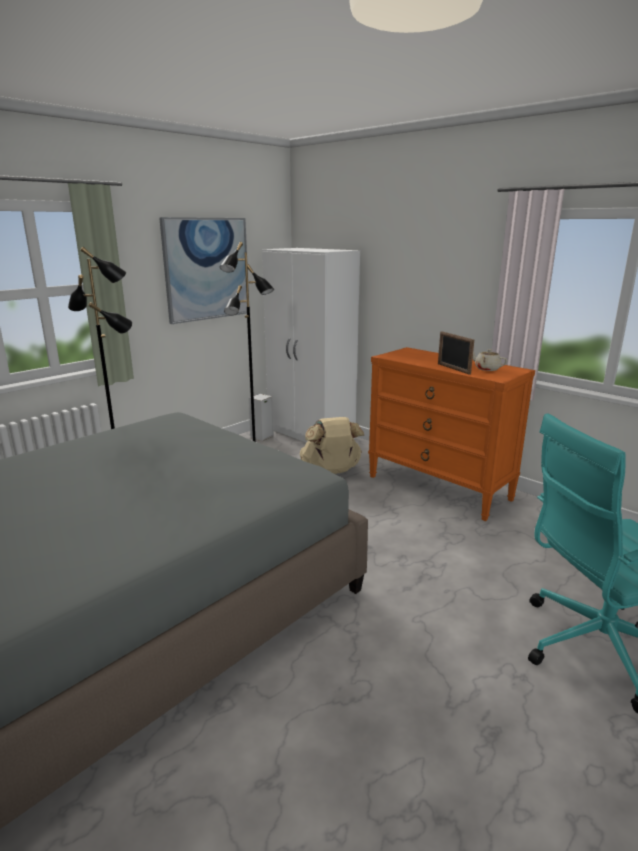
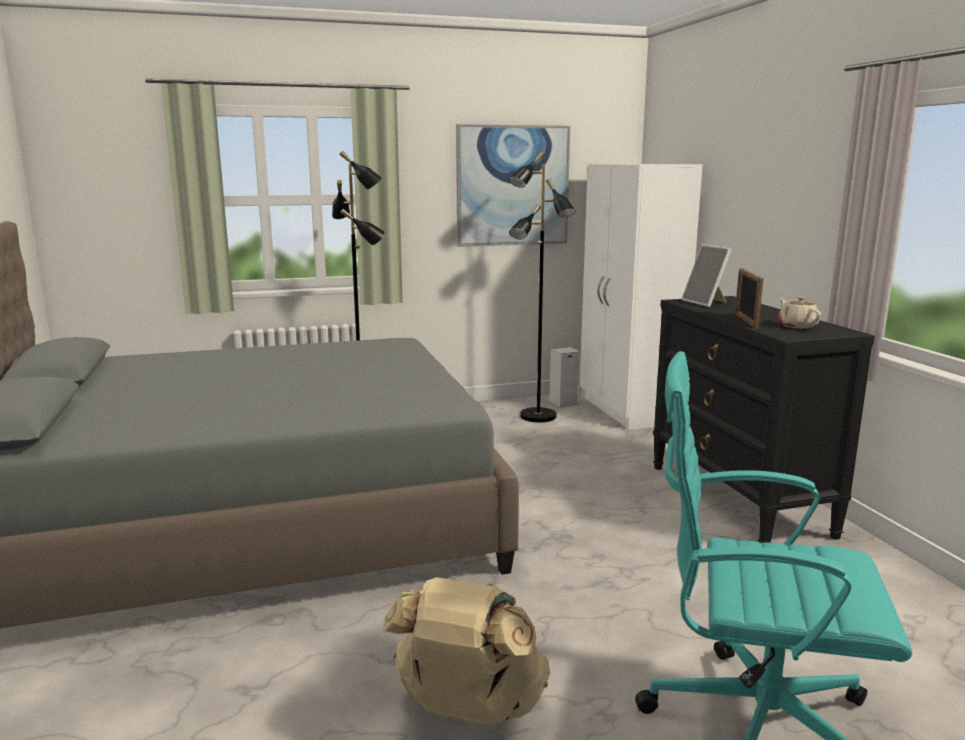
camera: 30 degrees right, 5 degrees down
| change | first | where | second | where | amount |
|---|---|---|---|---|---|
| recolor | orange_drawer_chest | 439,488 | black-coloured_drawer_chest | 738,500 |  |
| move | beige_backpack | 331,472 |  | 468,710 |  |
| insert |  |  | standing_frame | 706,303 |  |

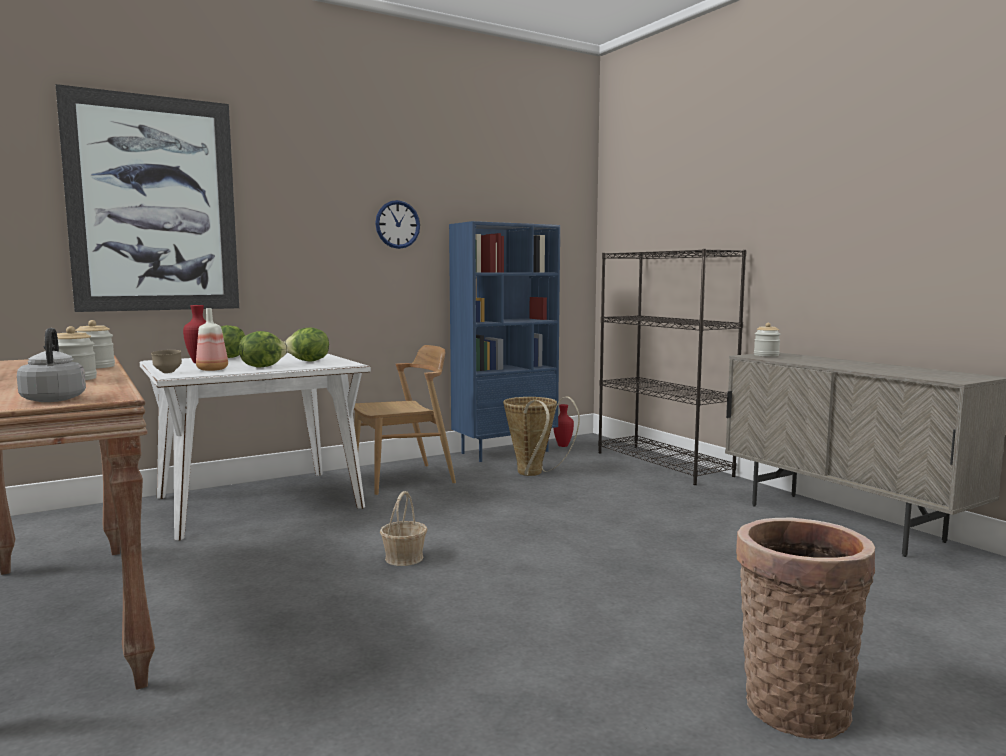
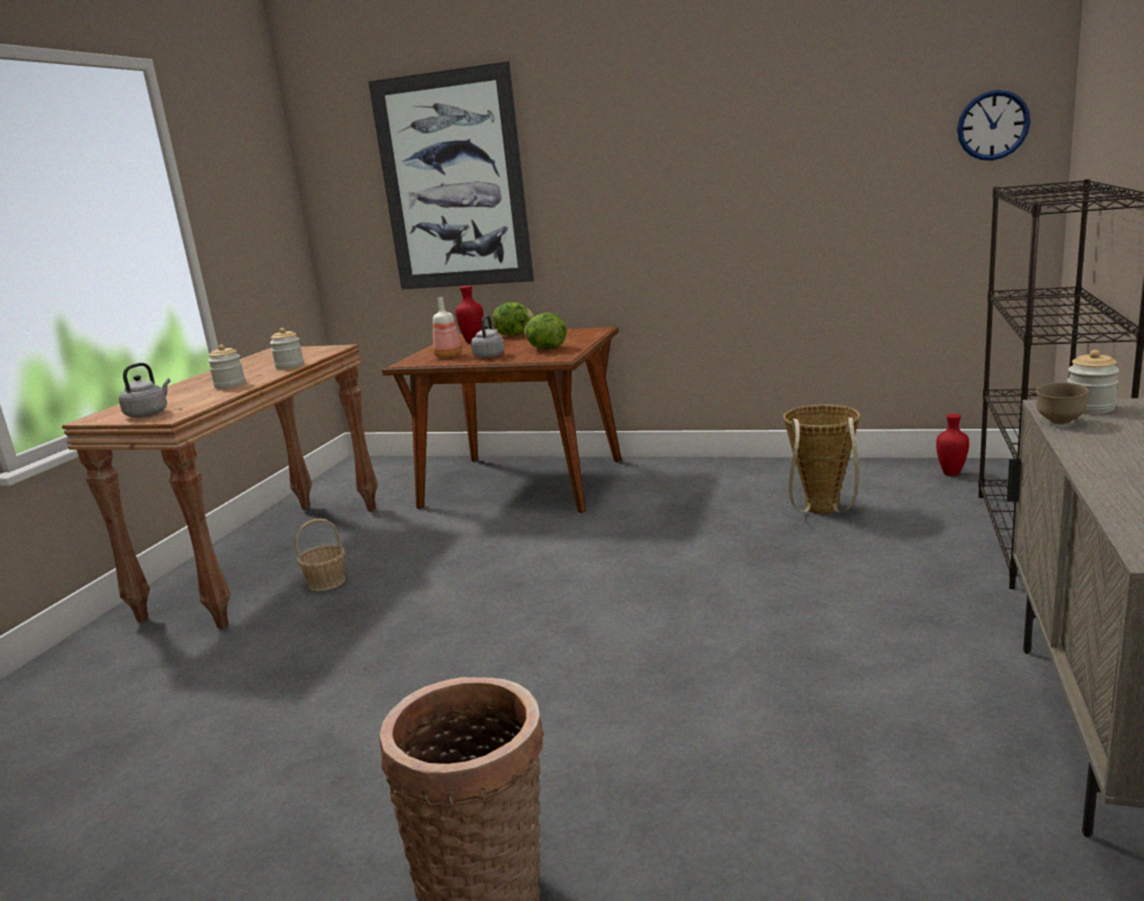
camera: 50 degrees right, 10 degrees up
| change | first | where | second | where | amount |
|---|---|---|---|---|---|
| move | hanging_clock | 397,224 |  | 993,125 |  |
| delete | bluish_shelving_unit | 505,452 |  |  |  |
| replace | lettuce_head | 262,367 | gray_water_kettle | 489,355 |  |
| delete | brownish_plain_chair | 403,479 |  |  |  |
| move | brownish_bowl | 167,372 |  | 1059,422 |  |
| recolor | whitish_kitchen_table | 258,503 | brownish_kitchen_table | 522,483 |  |
| move | household_basket | 404,558 |  | 327,582 |  |

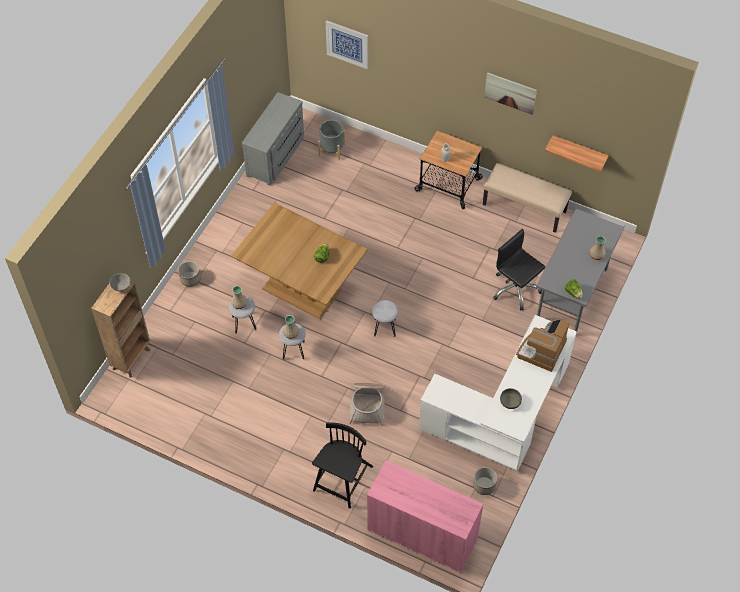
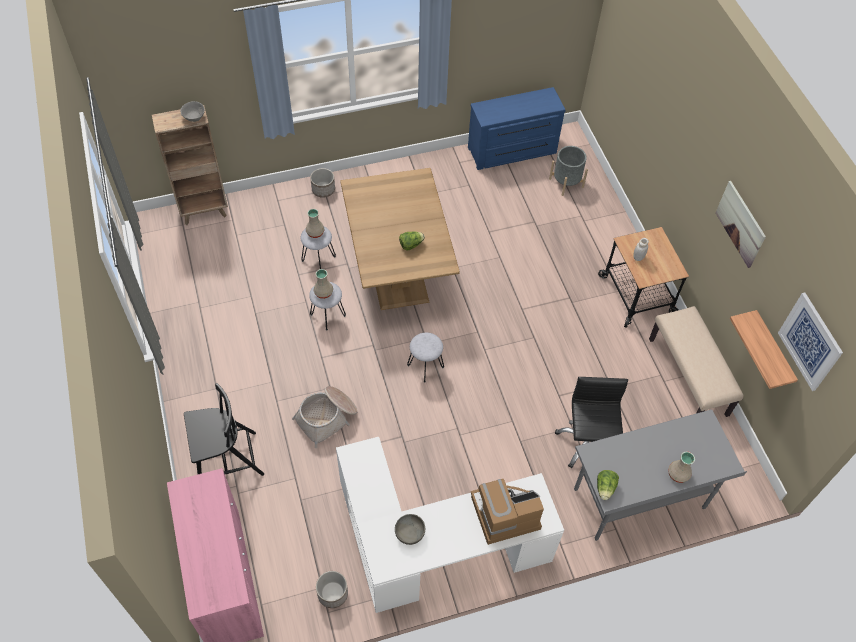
camera: 45 degrees right, 0 degrees up
| change | first | where | second | where | amount |
|---|---|---|---|---|---|
| move | wall_picture | 347,44 |  | 810,341 |  |
| recolor | gray_drawer_chest | 277,156 | bluish_drawer_chest | 513,152 |  |

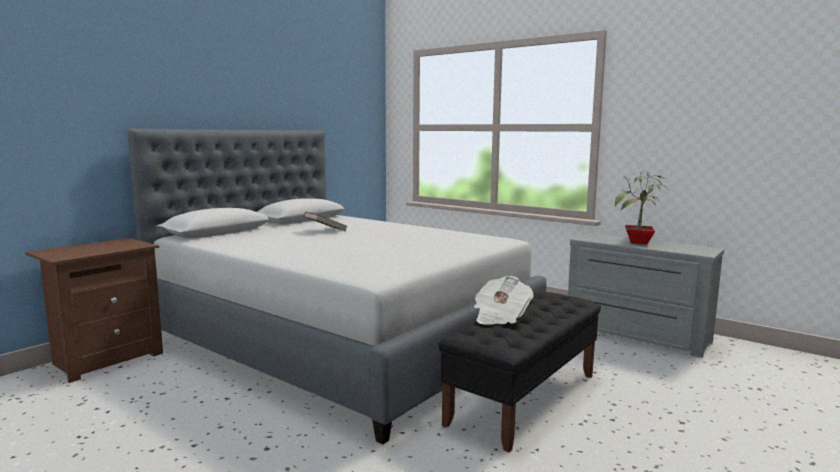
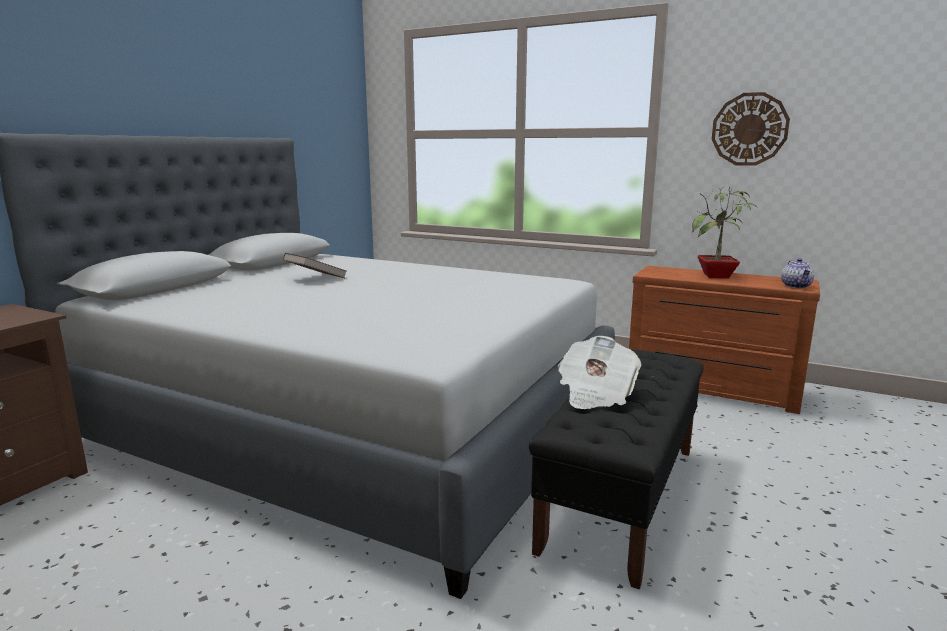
camera: 10 degrees left, 5 degrees up
| change | first | where | second | where | amount |
|---|---|---|---|---|---|
| recolor | gray_drawer_chest | 635,335 | brownish_drawer_chest | 711,389 |  |
| insert |  |  | hanging_clock | 749,129 |  |
| insert |  |  | tea_pot | 796,286 |  |

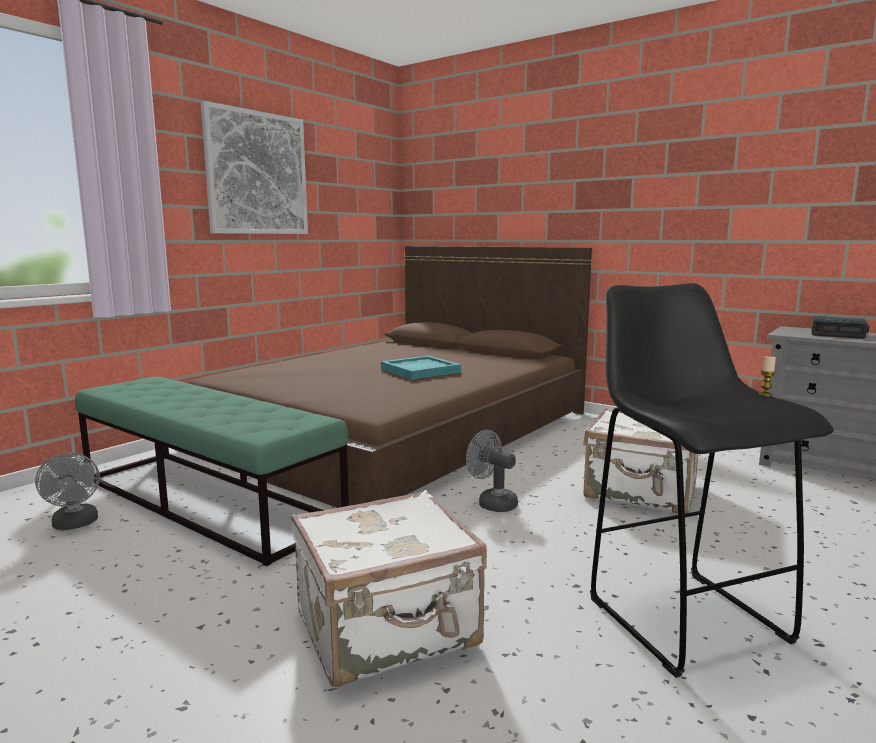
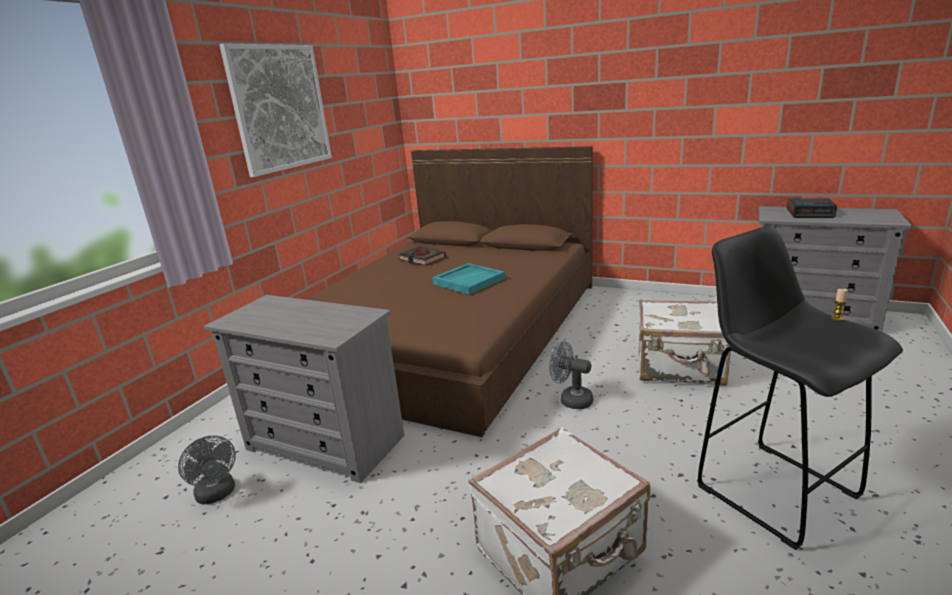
camera: 10 degrees left, 10 degrees up
| change | first | where | second | where | amount |
|---|---|---|---|---|---|
| replace | green_indoor_bench | 207,501 | gray_drawer_chest | 325,443 |  |
| insert |  |  | black-coloured_volume | 422,259 |  |

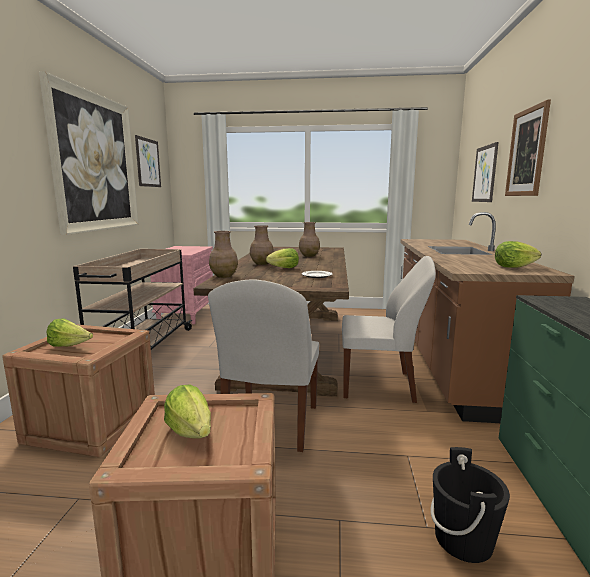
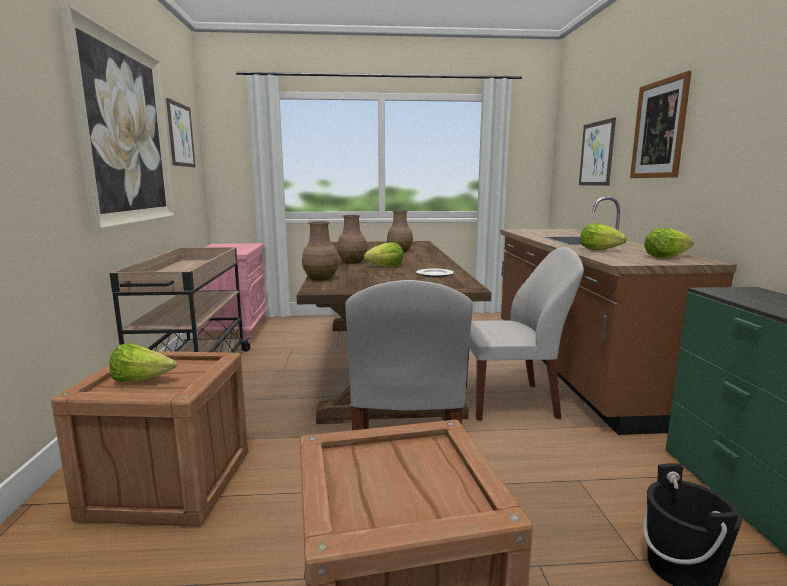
camera: 10 degrees left, 0 degrees up
| change | first | where | second | where | amount |
|---|---|---|---|---|---|
| move | lettuce_head | 191,431 |  | 599,250 |  |

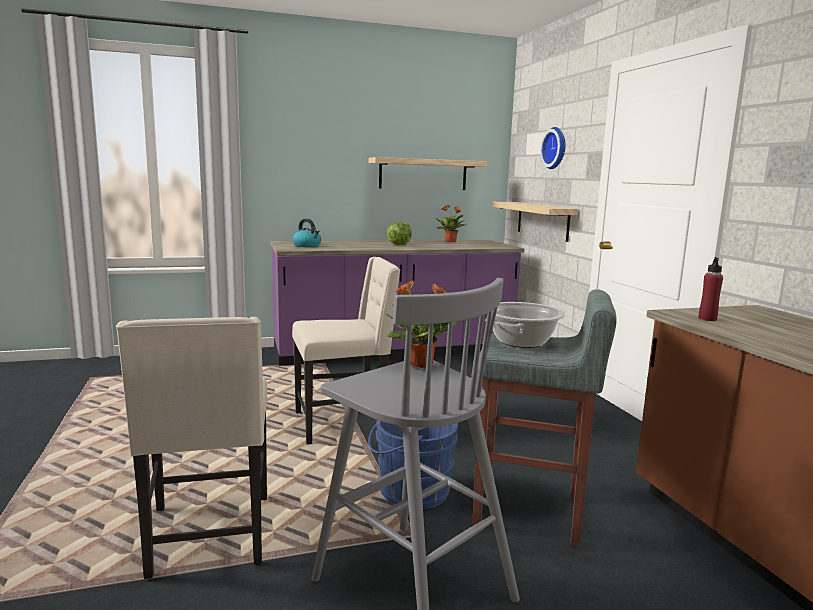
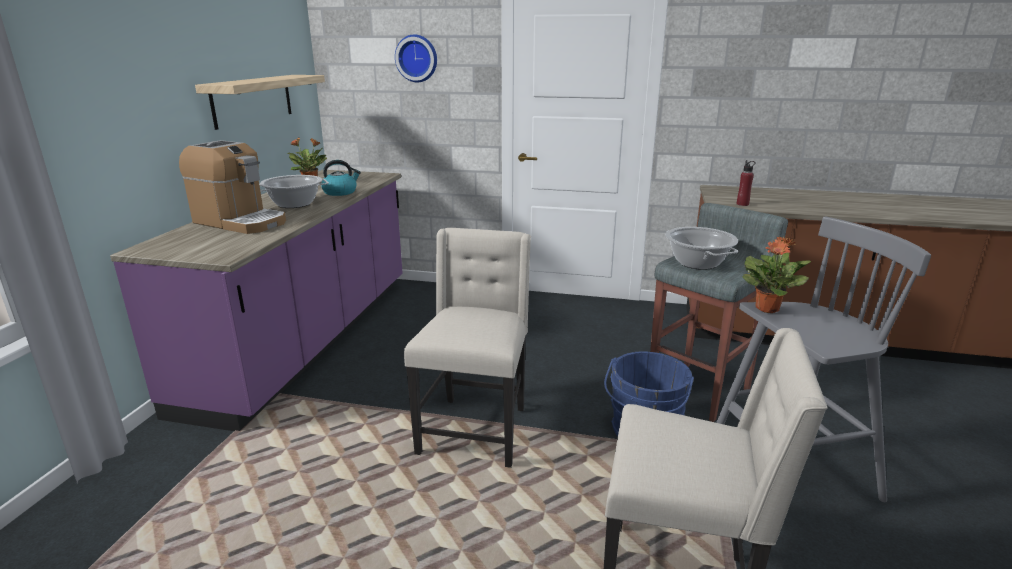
camera: 60 degrees left, 10 degrees up
| change | first | where | second | where | amount |
|---|---|---|---|---|---|
| delete | shelf | 542,220 |  |  |  |
| move | water_kettle | 307,246 |  | 340,192 |  |
| replace | lettuce_head | 398,244 | saucepot | 294,204 |  |
| insert |  |  | coffee_maker | 240,222 |  |

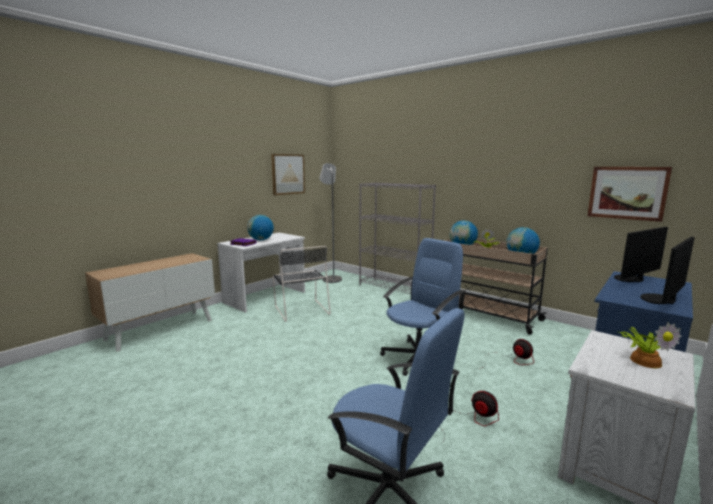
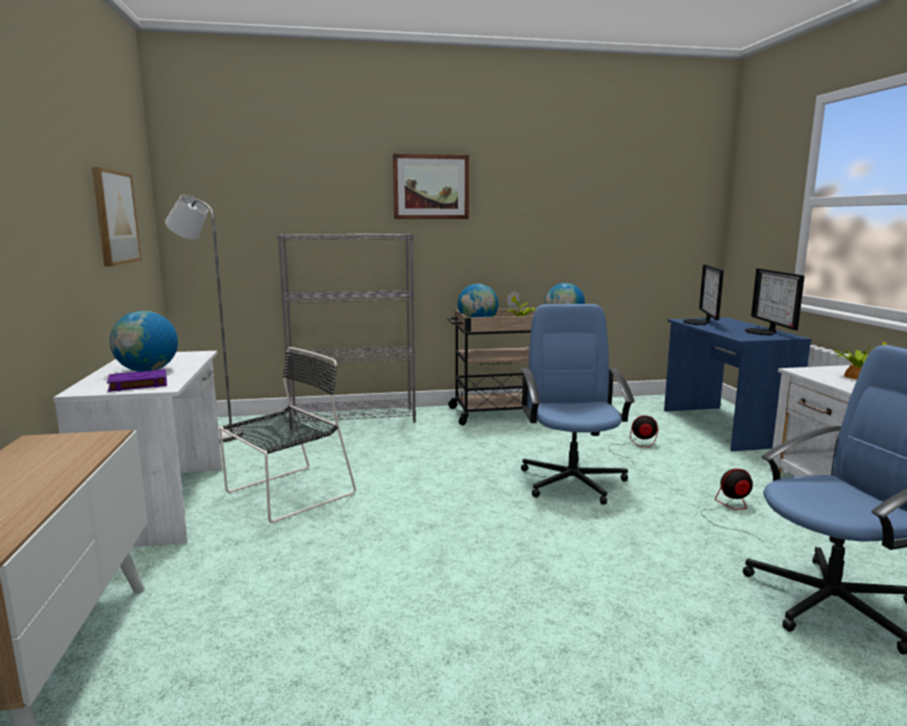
camera: 50 degrees left, 0 degrees up
| change | first | where | second | where | amount |
|---|---|---|---|---|---|
| move | wall_picture | 627,193 |  | 431,187 |  |
| rotate | black-coloured_plain_chair | 301,309 |  | 286,494 | 60 degrees counterclockwise |

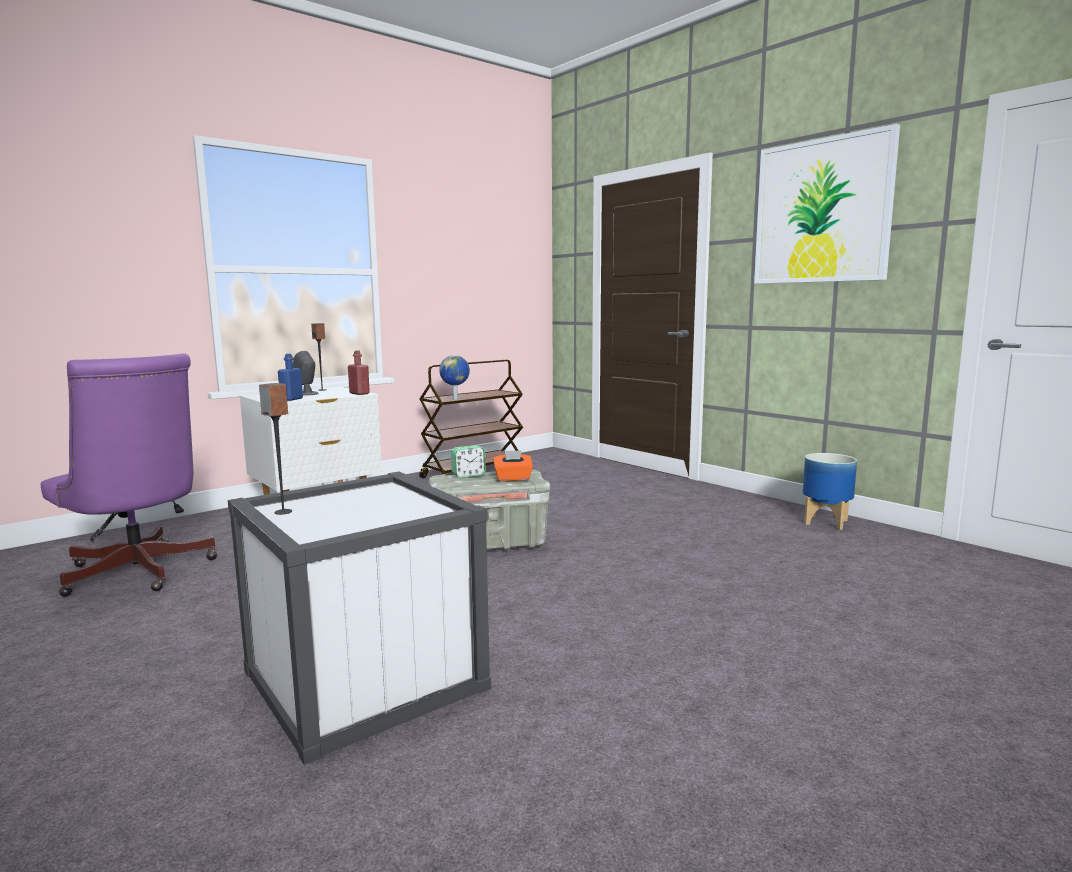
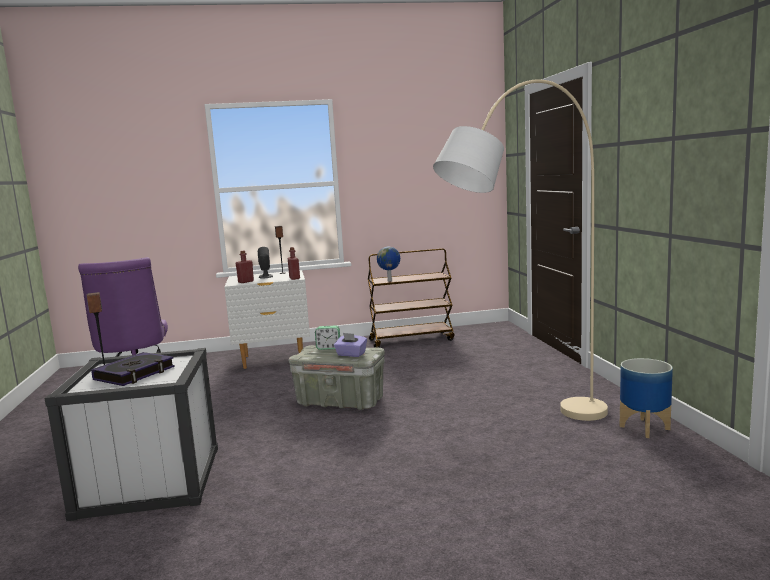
camera: 30 degrees right, 0 degrees up
| change | first | where | second | where | amount |
|---|---|---|---|---|---|
| delete | wall_picture | 822,211 |  |  |  |
| recolor | bluish_beverage_bottle | 291,399 | red_beverage_bottle | 246,282 |  |
| recolor | orange_box_of_tissues | 513,478 | purplish_box_of_tissues | 351,354 |  |
| insert |  |  | beige_standard_lamp | 530,438 |  |
| insert |  |  | volume | 135,374 |  |

